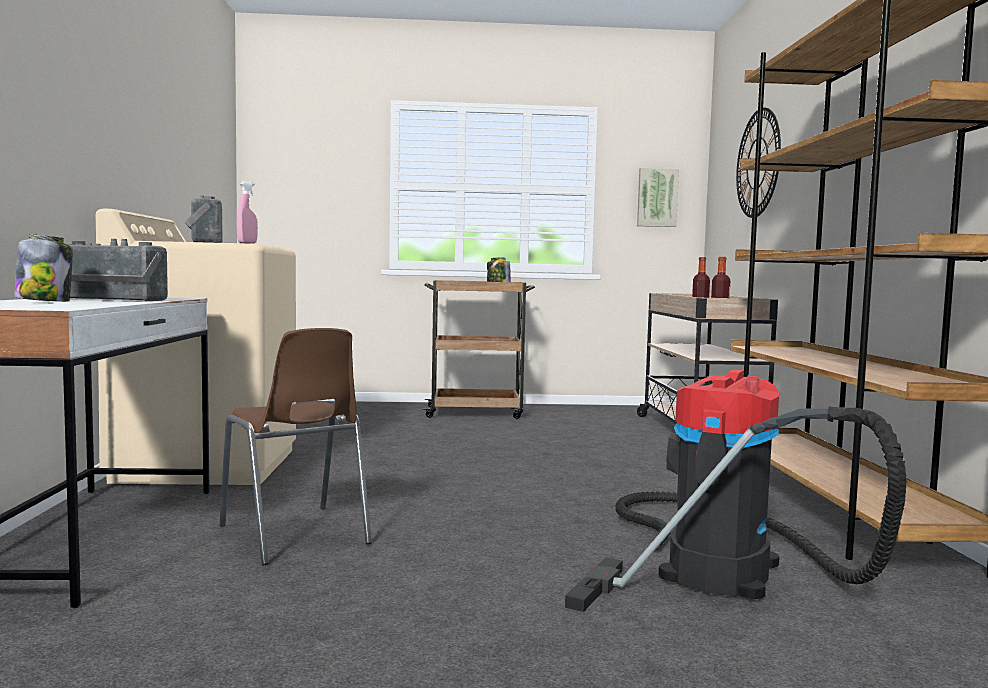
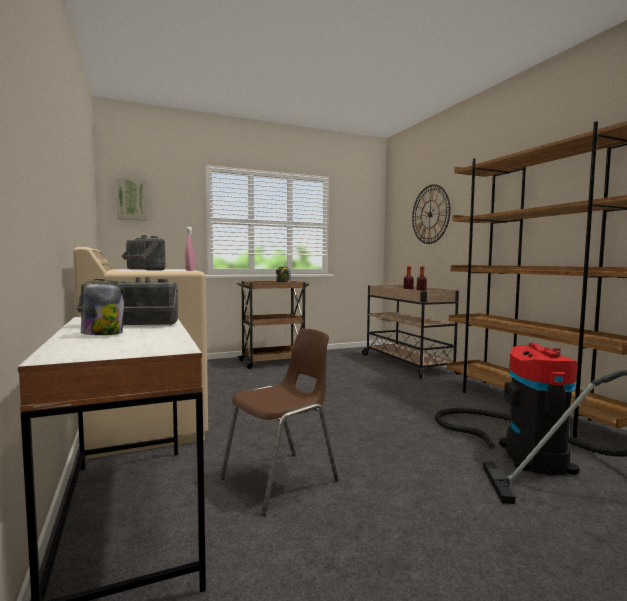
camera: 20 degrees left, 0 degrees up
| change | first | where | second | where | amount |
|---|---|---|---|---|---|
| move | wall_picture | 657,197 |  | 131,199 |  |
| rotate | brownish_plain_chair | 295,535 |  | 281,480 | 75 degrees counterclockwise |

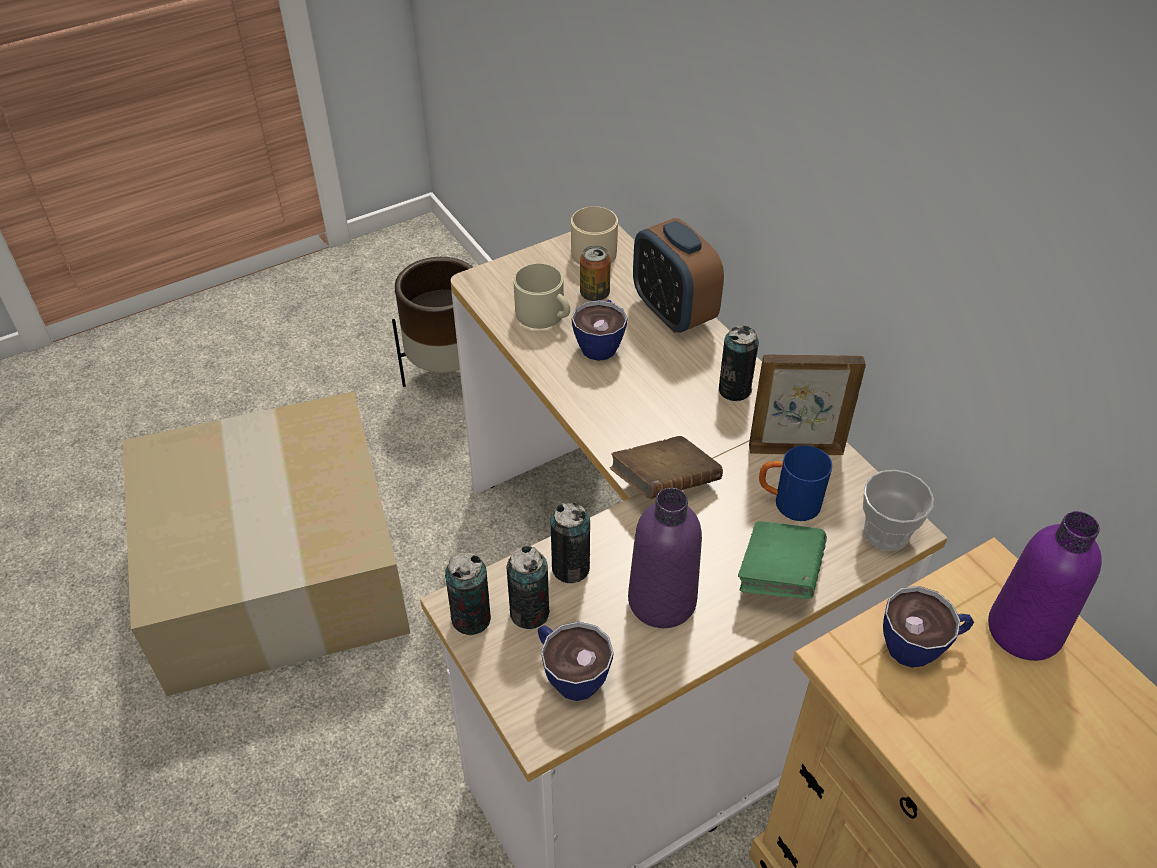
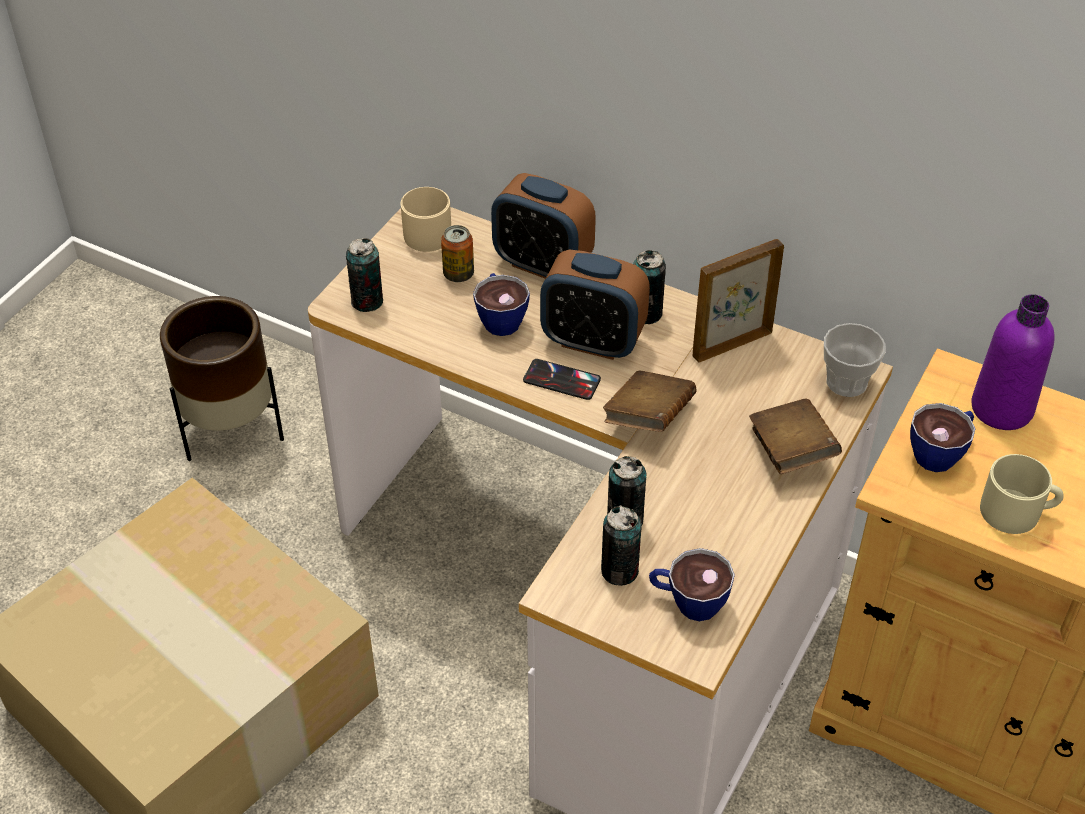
camera: 30 degrees left, 0 degrees up
| change | first | where | second | where | amount |
|---|---|---|---|---|---|
| move | beige_tea_mug | 544,315 |  | 1017,511 |  |
| delete | bluish_tea_mug | 788,503 |  |  |  |
| delete | purplish_beverage_bottle | 662,601 |  |  |  |
| recolor | green_volume | 778,576 | brownish_volume | 791,452 |  |
| move | can | 471,619 |  | 367,301 |  |
| insert |  |  | table_clock | 592,341 |  |
| insert |  |  | telephone | 561,380 |  |

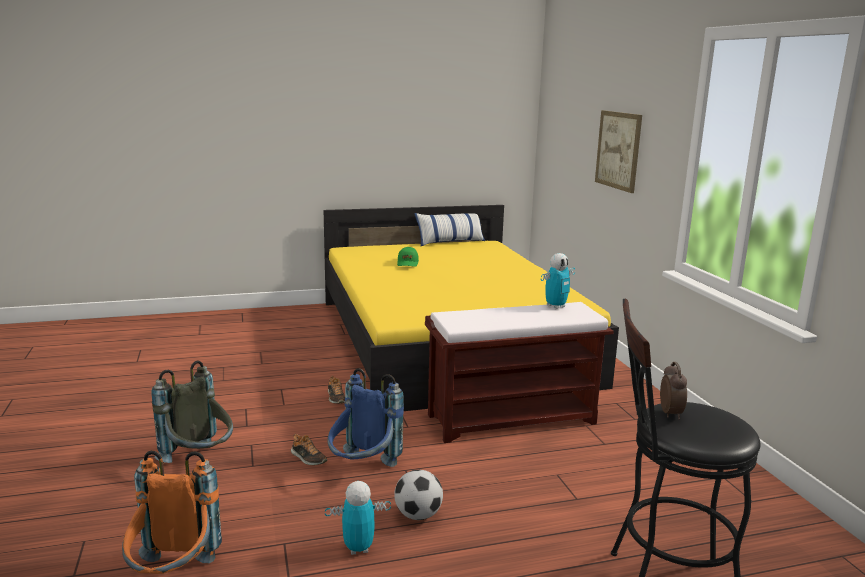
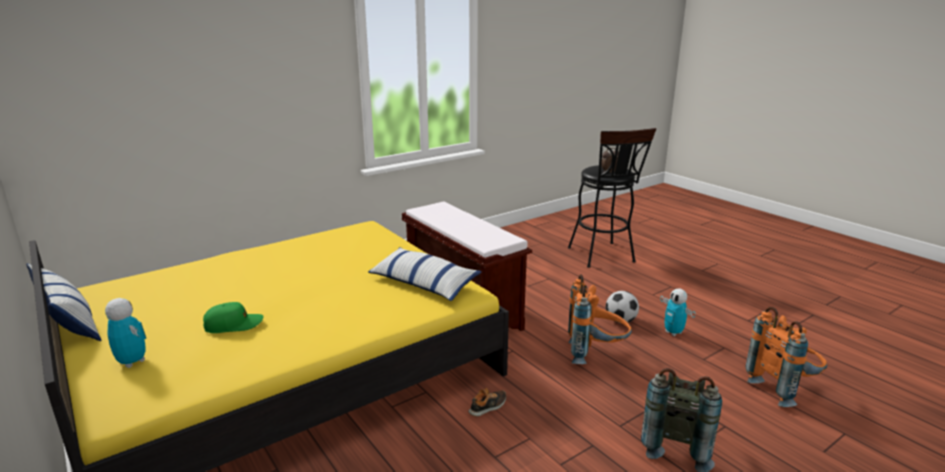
camera: 110 degrees left, 5 degrees up
| change | first | where | second | where | amount |
|---|---|---|---|---|---|
| delete | wall_picture | 618,150 |  |  |  |
| move | robot_figure | 555,306 |  | 132,362 |  |
| recolor | bluish_backpack | 363,470 | orange_backpack | 595,354 |  |
| delete | shoe | 308,458 |  |  |  |
| insert |  |  | cushion | 424,283 |  |

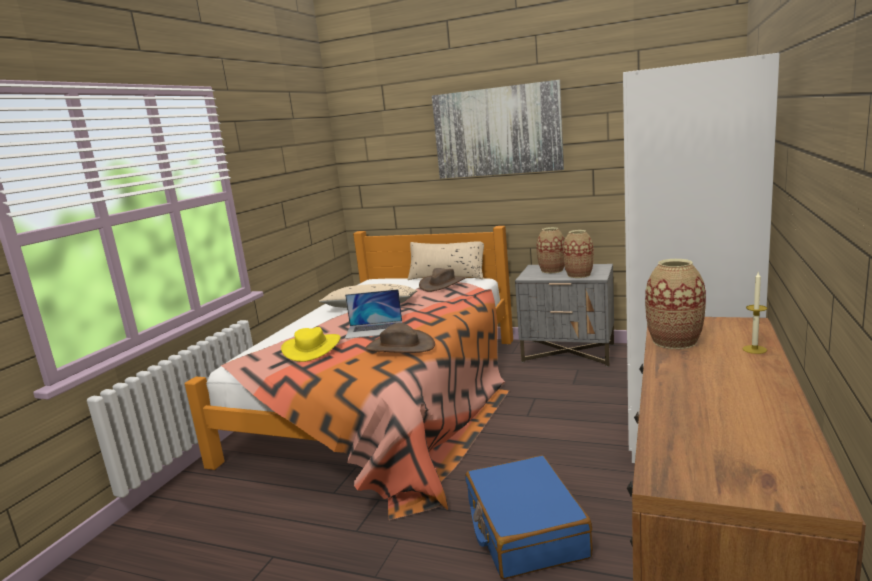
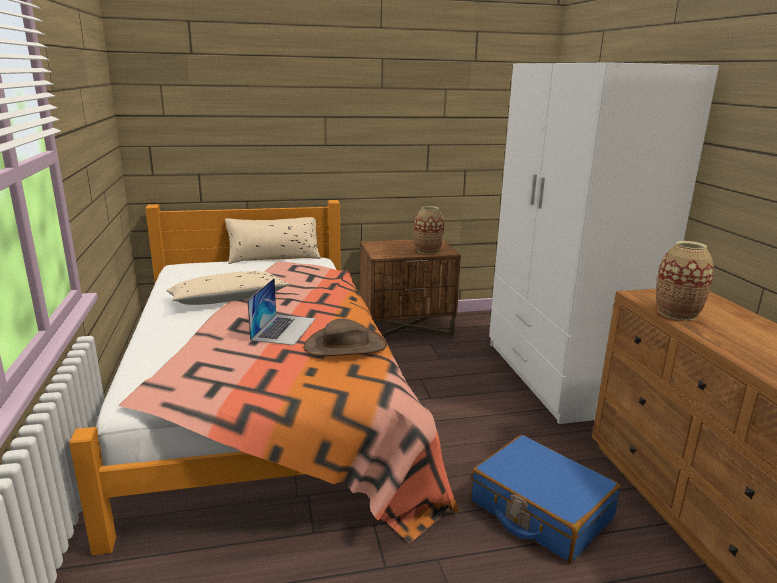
camera: 35 degrees left, 5 degrees up
| change | first | where | second | where | amount |
|---|---|---|---|---|---|
| delete | wall_picture | 497,131 |  |  |  |
| delete | flower_vase | 552,270 |  |  |  |
| recolor | gray_bedside_table | 569,353 | brownish_bedside_table | 406,328 |  |
| delete | brownish_hat | 442,284 |  |  |  |
| delete | wax_candle | 754,349 |  |  |  |
| rotate | laptop | 374,329 |  | 284,329 | 45 degrees counterclockwise |
| delete | yellowish_hat | 312,348 |  |  |  |

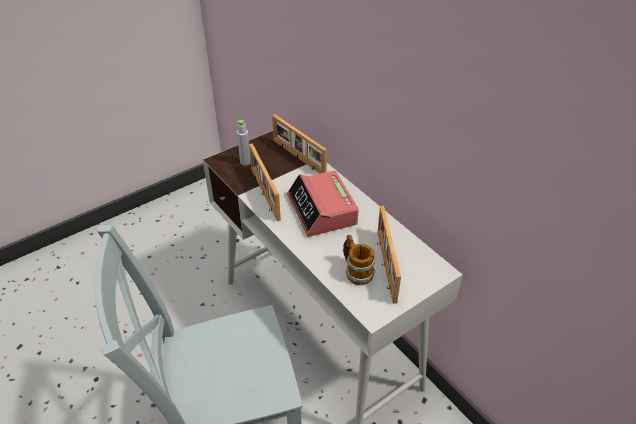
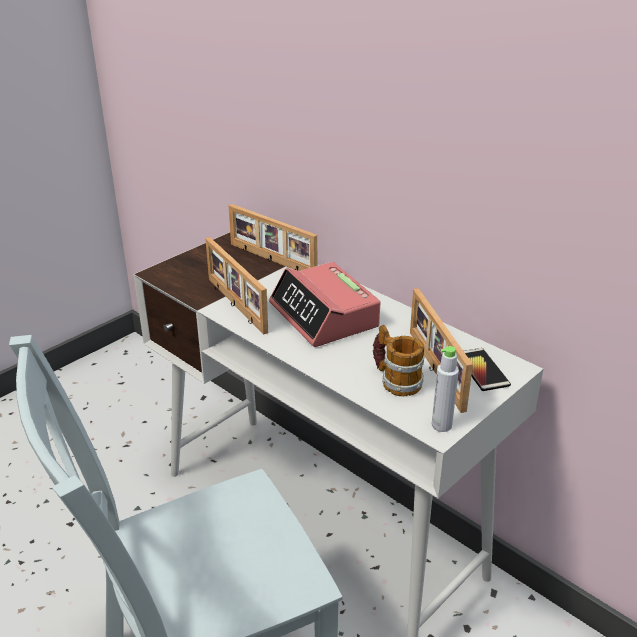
camera: 10 degrees left, 10 degrees down
| change | first | where | second | where | amount |
|---|---|---|---|---|---|
| move | gray_beverage_bottle | 245,162 |  | 441,425 |  |
| insert |  |  | telephone | 482,370 |  |

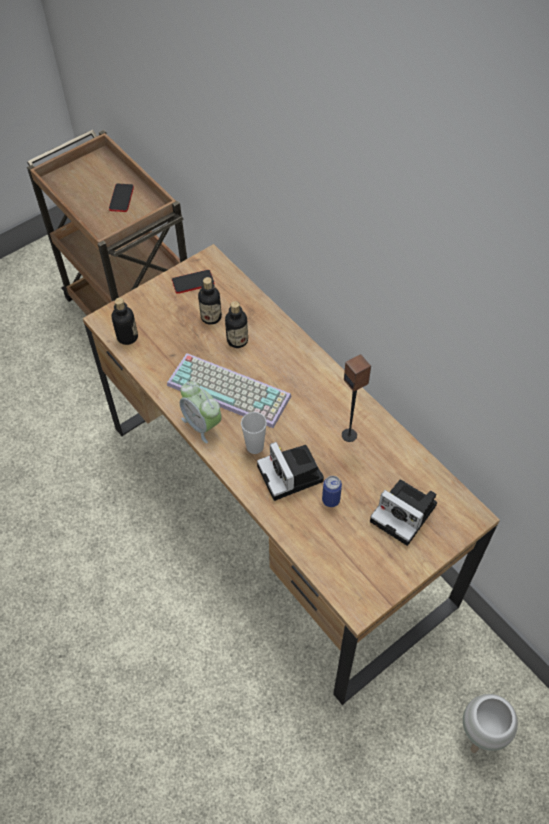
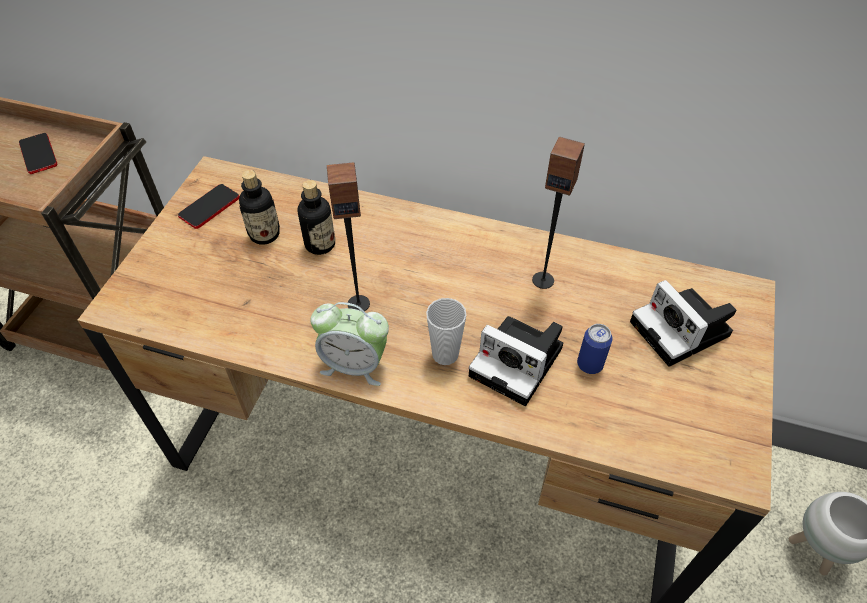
camera: 35 degrees left, 5 degrees down
| change | first | where | second | where | amount |
|---|---|---|---|---|---|
| delete | beverage_bottle | 127,337 |  |  |  |
| replace | keyboard | 231,389 | audio_speaker | 358,303 |  |
| rotate | still_camera | 406,514 |  | 682,331 | 60 degrees clockwise |

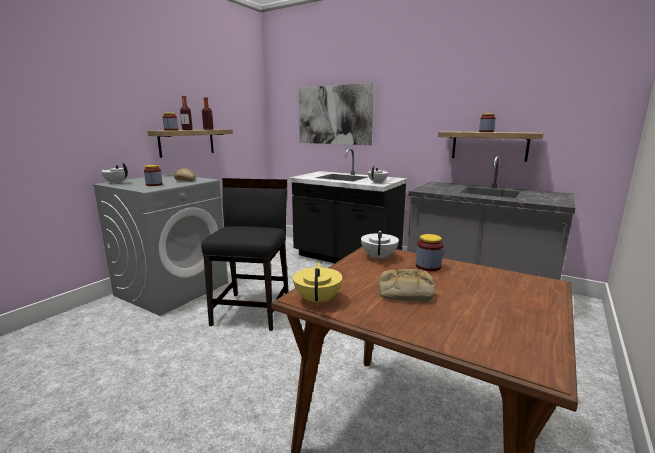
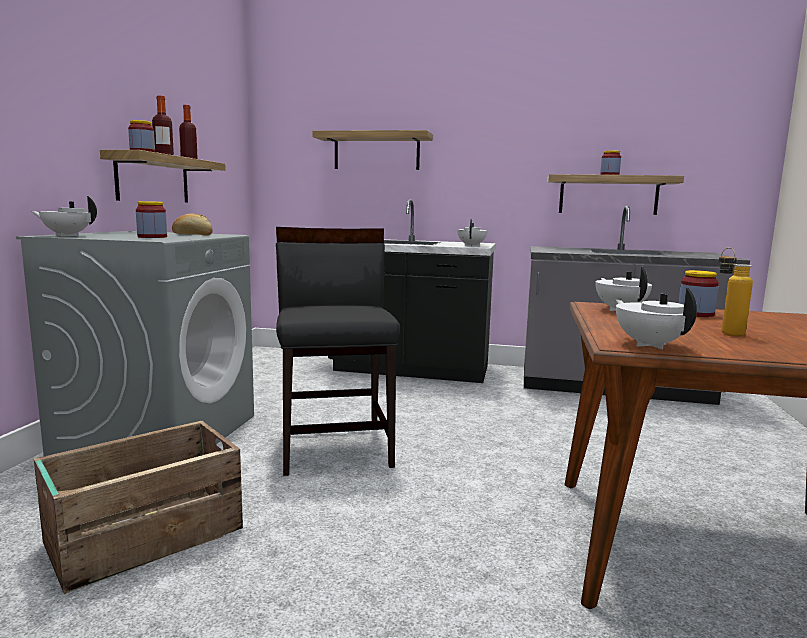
camera: 20 degrees left, 5 degrees down
| change | first | where | second | where | amount |
|---|---|---|---|---|---|
| replace | wall_picture | 334,115 | shelf | 376,152 |  |
| recolor | yellowish_tea_pot | 318,300 | whitish_tea_pot | 649,345 |  |
| replace | baked_bread | 405,292 | beverage_bottle | 726,332 |  |
| insert |  |  | crate | 142,537 |  |

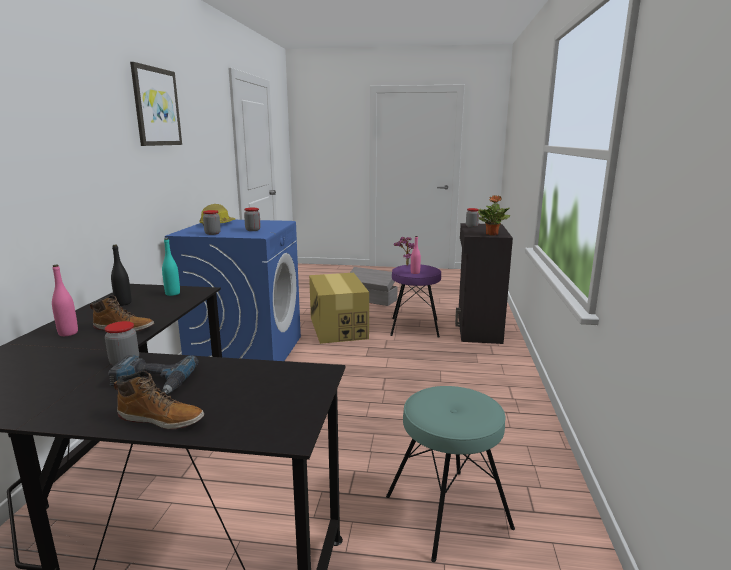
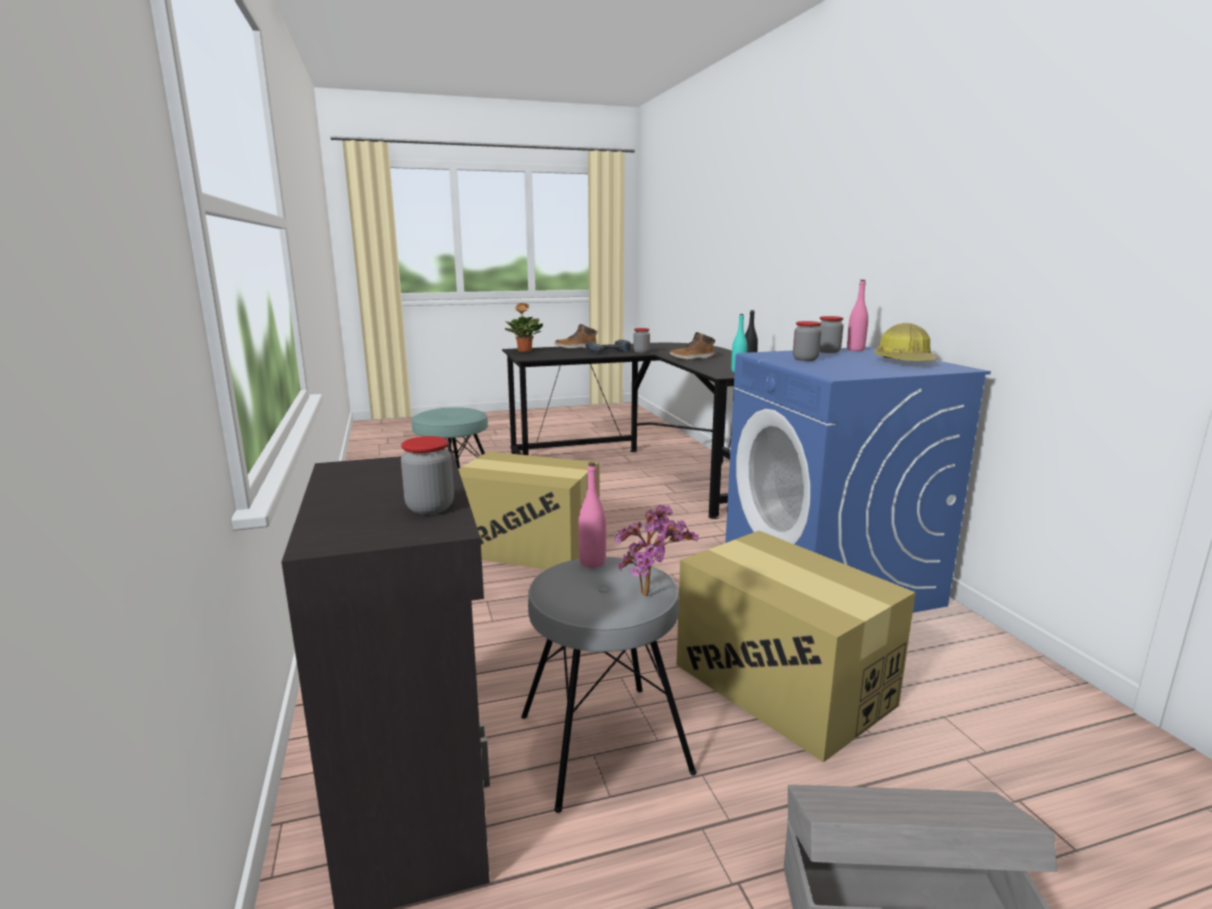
camera: 155 degrees right, 0 degrees up
| change | first | where | second | where | amount |
|---|---|---|---|---|---|
| delete | wall_picture | 156,107 |  |  |  |
| move | potted_plant | 492,234 |  | 524,351 |  |
| recolor | purplish_sitting_stool | 414,327 | gray_sitting_stool | 603,743 |  |
| move | pinkish_beverage_bottle | 68,333 |  | 855,350 |  |
| insert |  |  | cardboard_box | 528,546 |  |

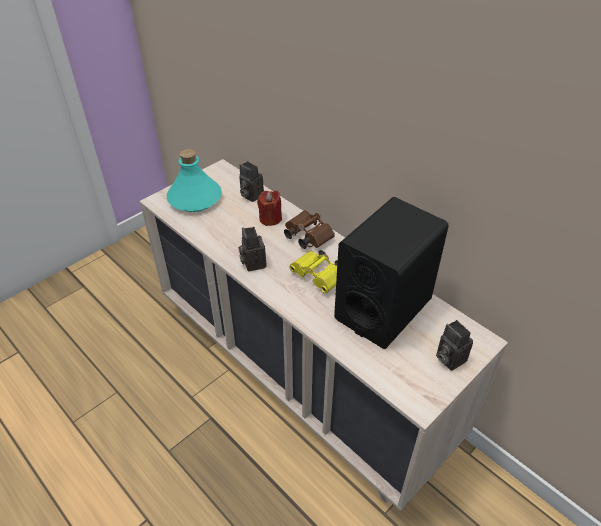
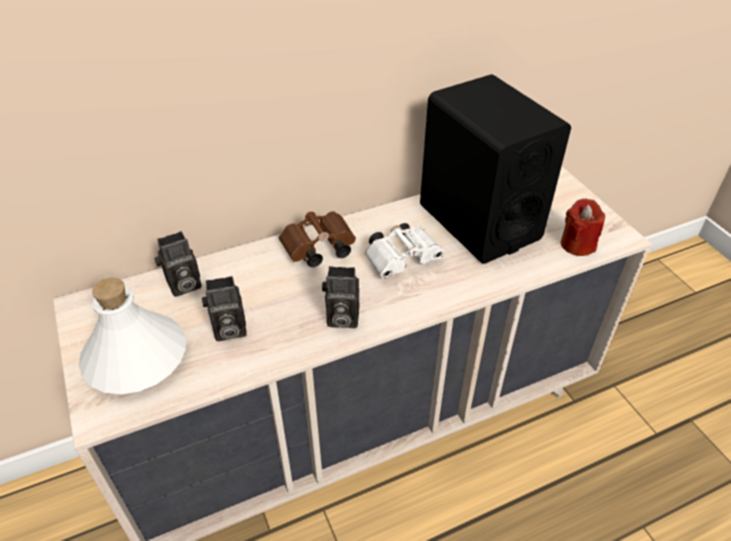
camera: 70 degrees left, 0 degrees up
| change | first | where | second | where | amount |
|---|---|---|---|---|---|
| recolor | blue-green_beverage_bottle | 194,198 | whitish_beverage_bottle | 136,358 |  |
| move | red_wax_candle | 270,219 |  | 577,244 |  |
| recolor | yellowish_field_glasses | 319,277 | whitish_field_glasses | 403,259 |  |
| move | still_camera | 448,358 |  | 228,330 |  |

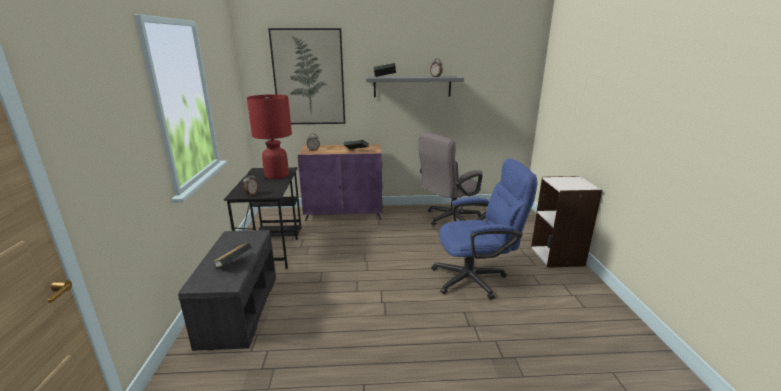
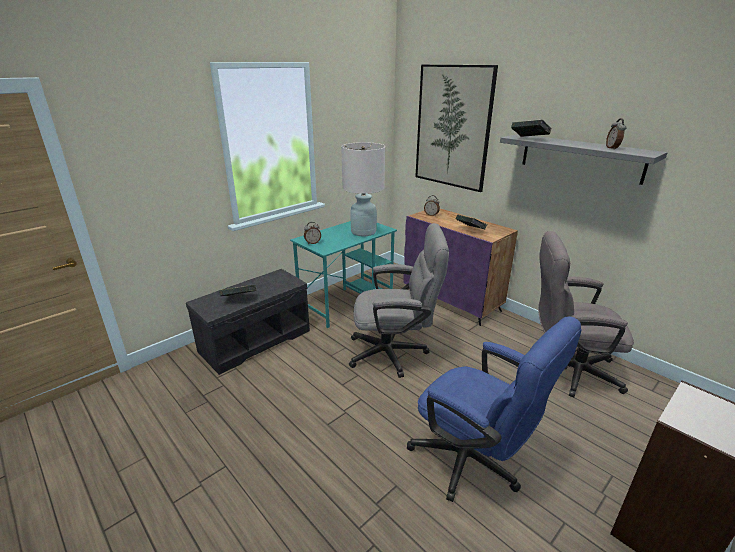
camera: 50 degrees right, 5 degrees up
| change | first | where | second | where | amount |
|---|---|---|---|---|---|
| recolor | red_lamp_for_a_table | 277,175 | whitish_lamp_for_a_table | 363,232 |  |
| recolor | black-coloured_desk | 273,246 | blue-green_desk | 347,302 |  |
| insert |  |  | gray_desk_chair | 395,353 |  |

